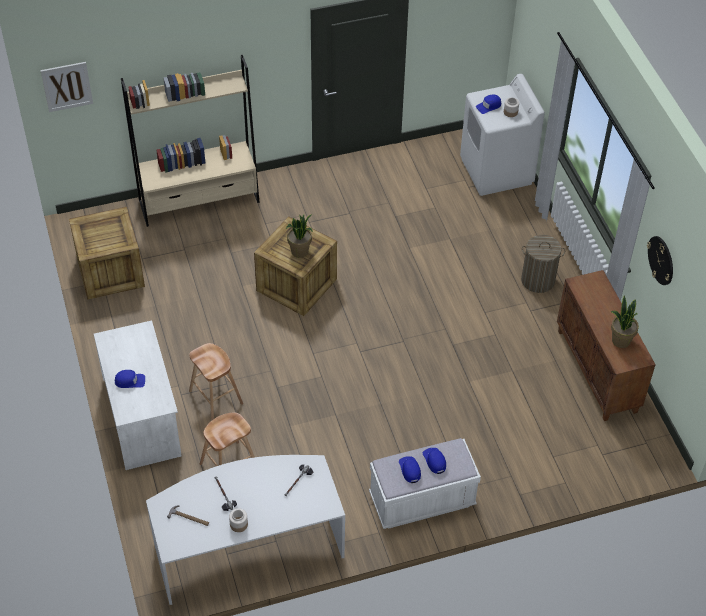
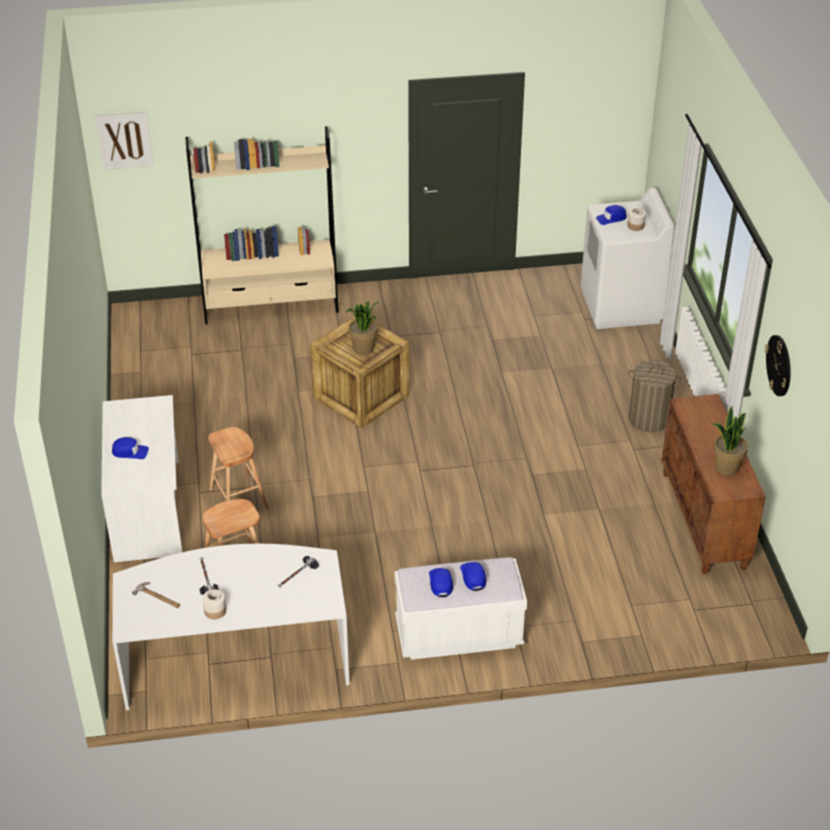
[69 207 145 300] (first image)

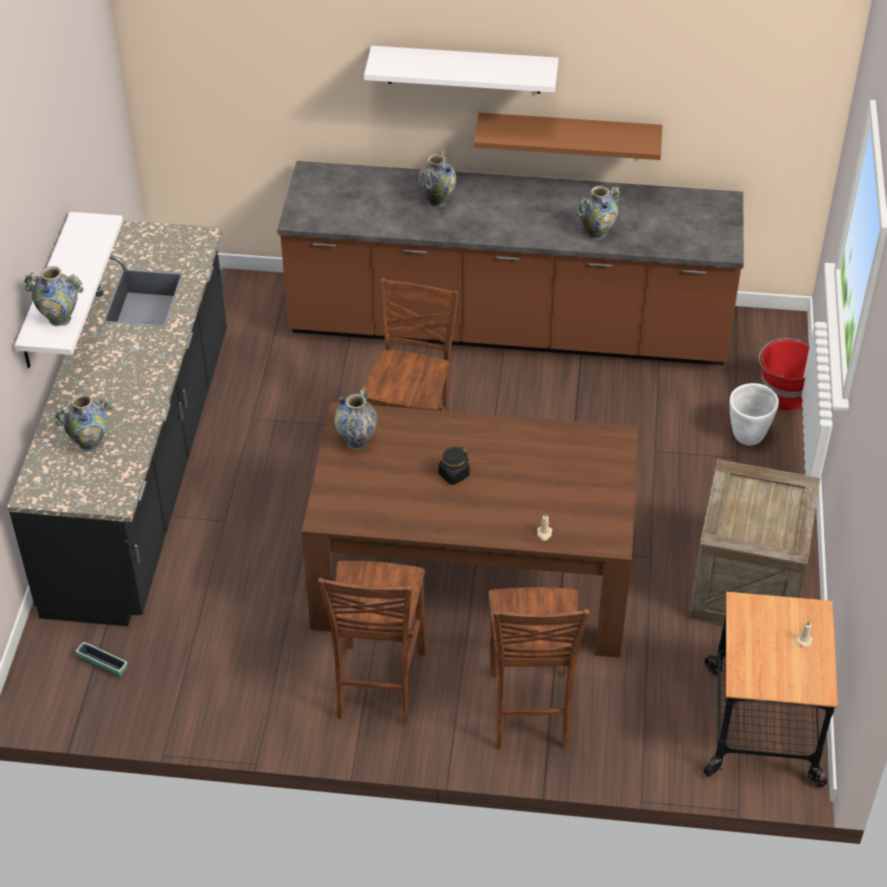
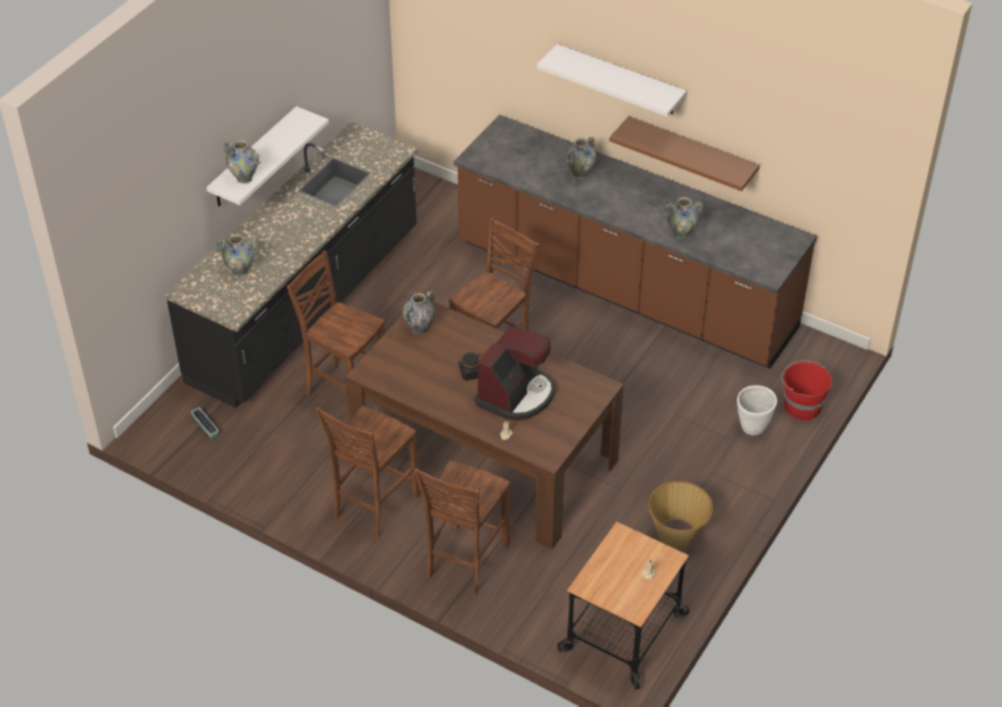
[287 250 385 396]
[475 327 555 421]
[649 481 713 549]

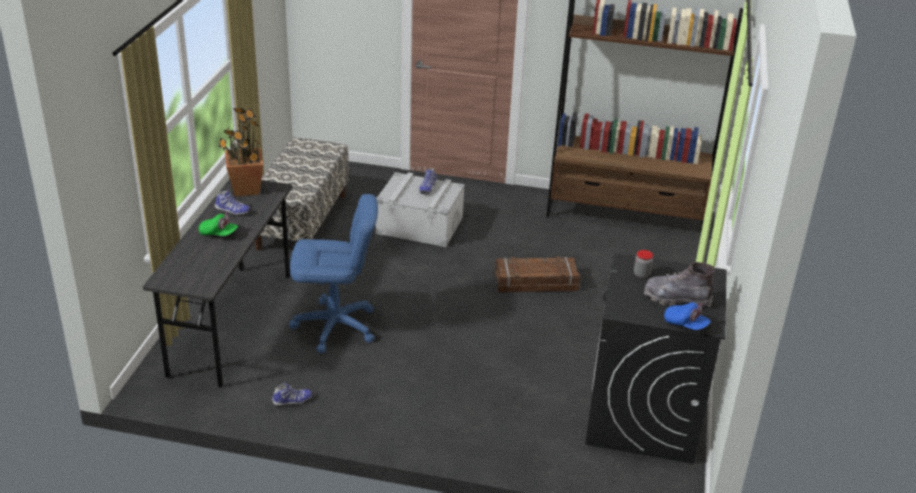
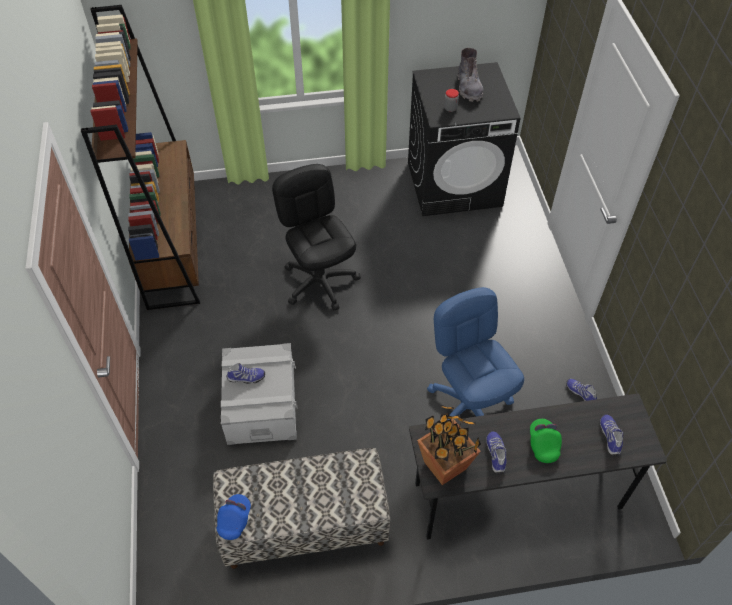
[600 414 623 456]
[217 494 251 540]
[272 164 361 311]

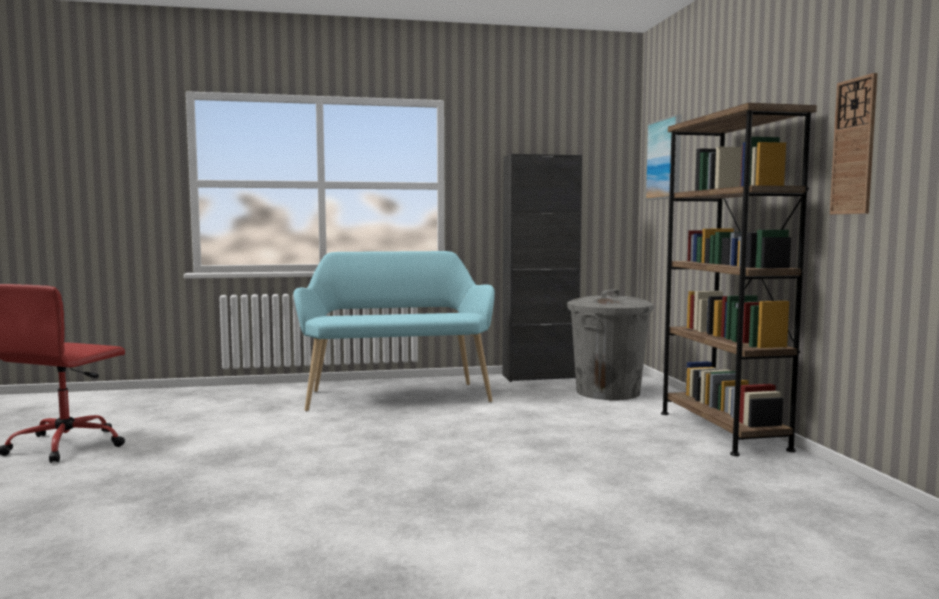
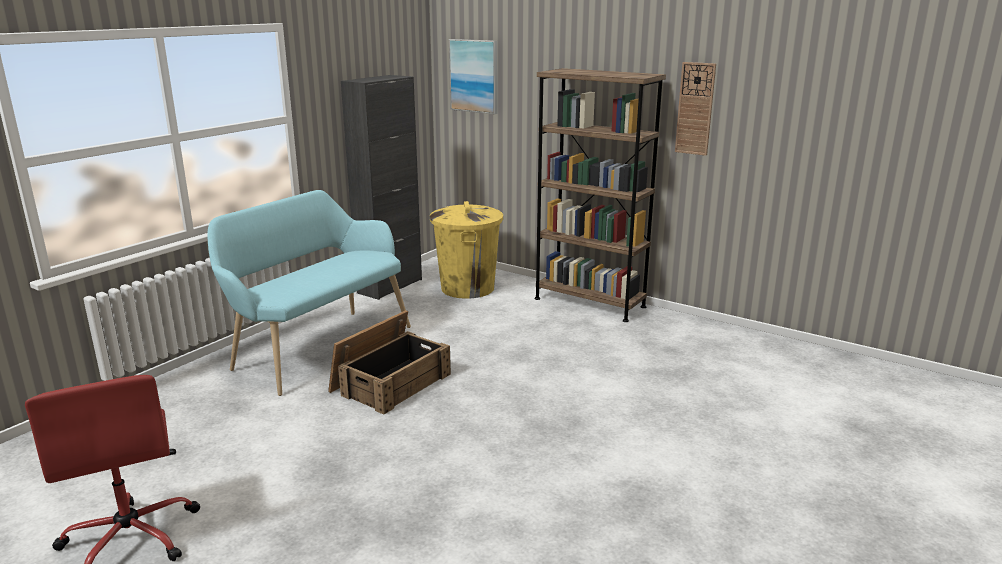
[328 310 451 415]
[430 201 503 298]

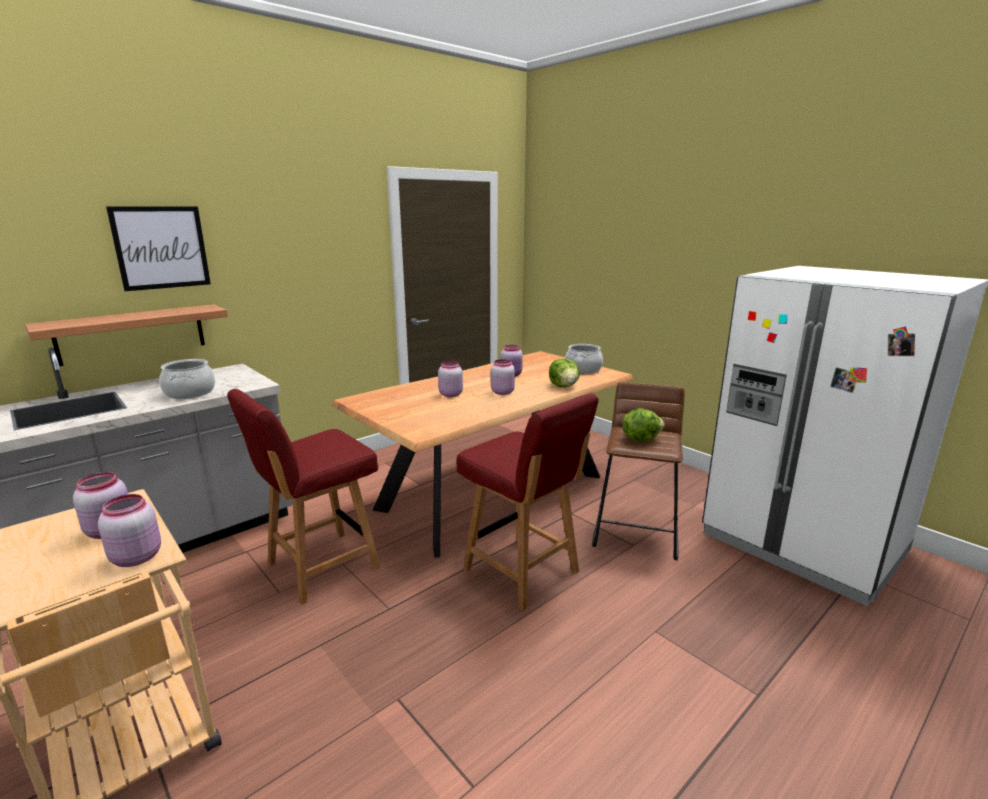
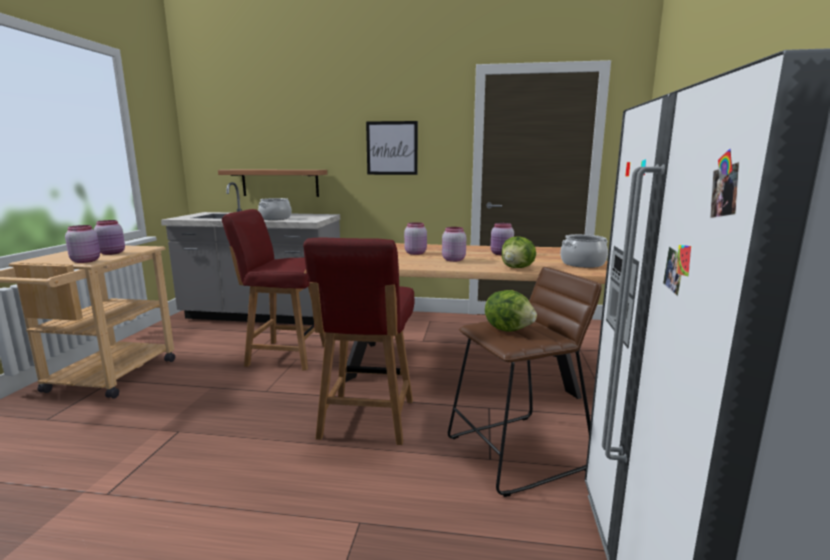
[366 121 418 175]

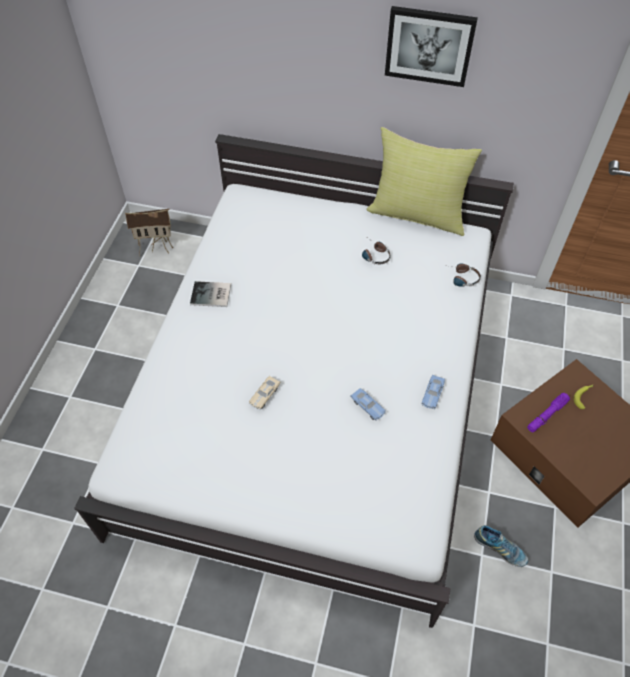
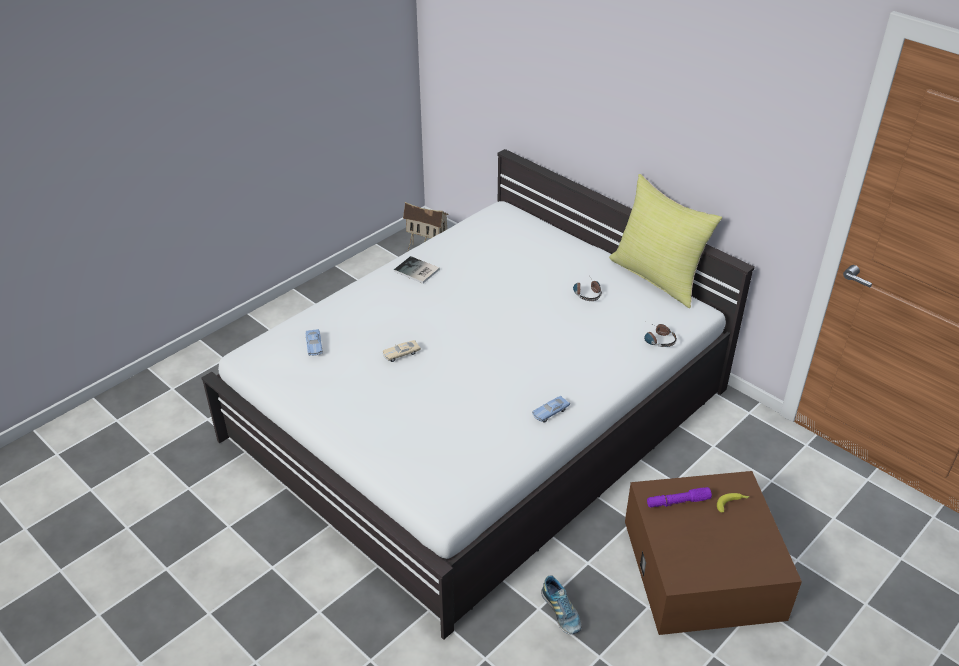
[385 6 478 87] (first image)
[306 329 322 356]

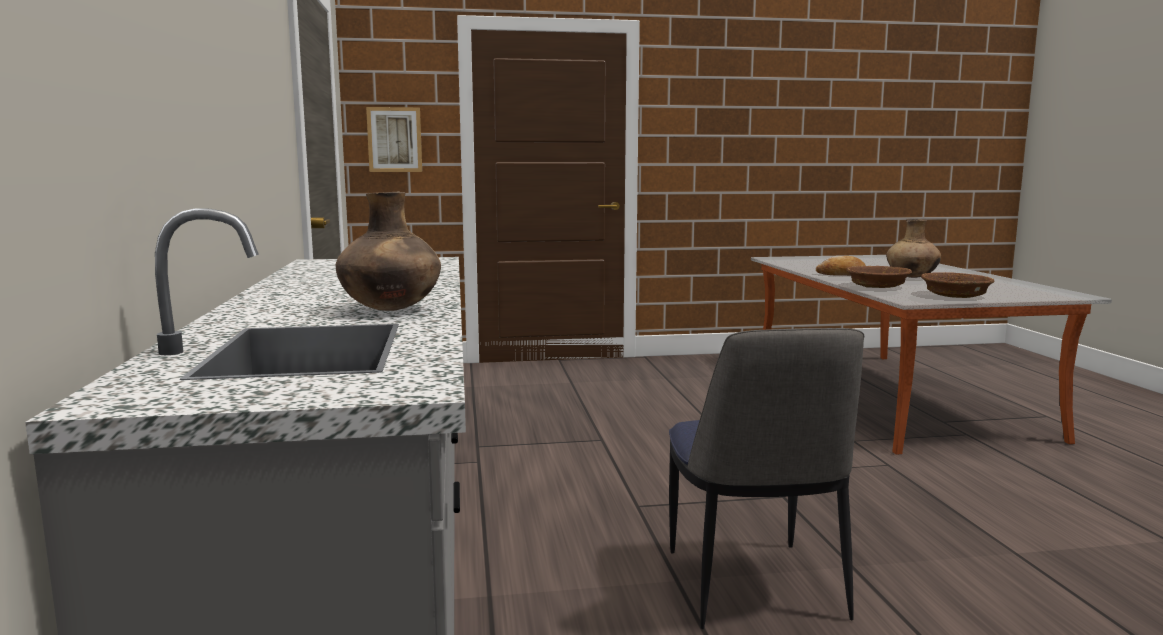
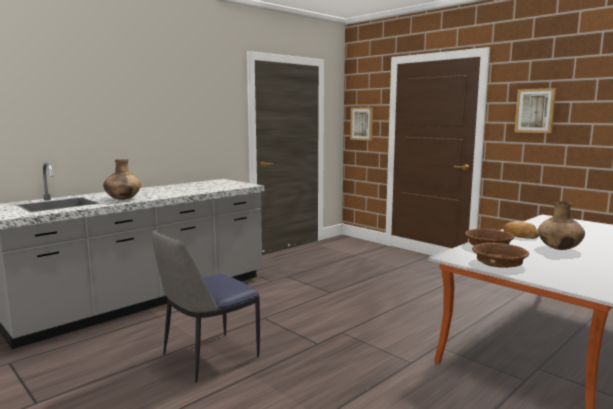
[514 88 556 133]

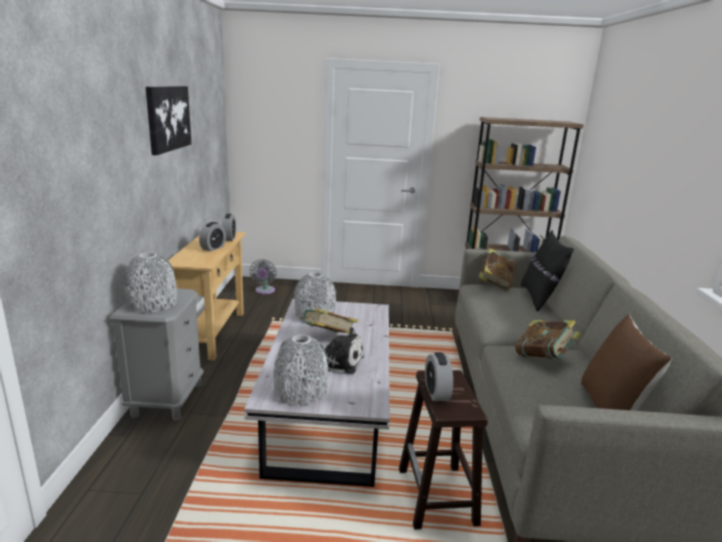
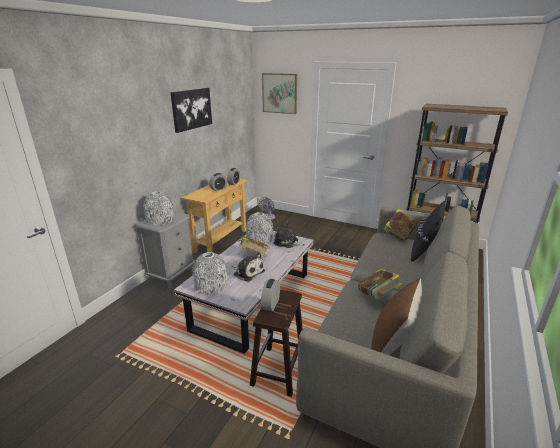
[262 73 297 114]
[273 221 305 248]

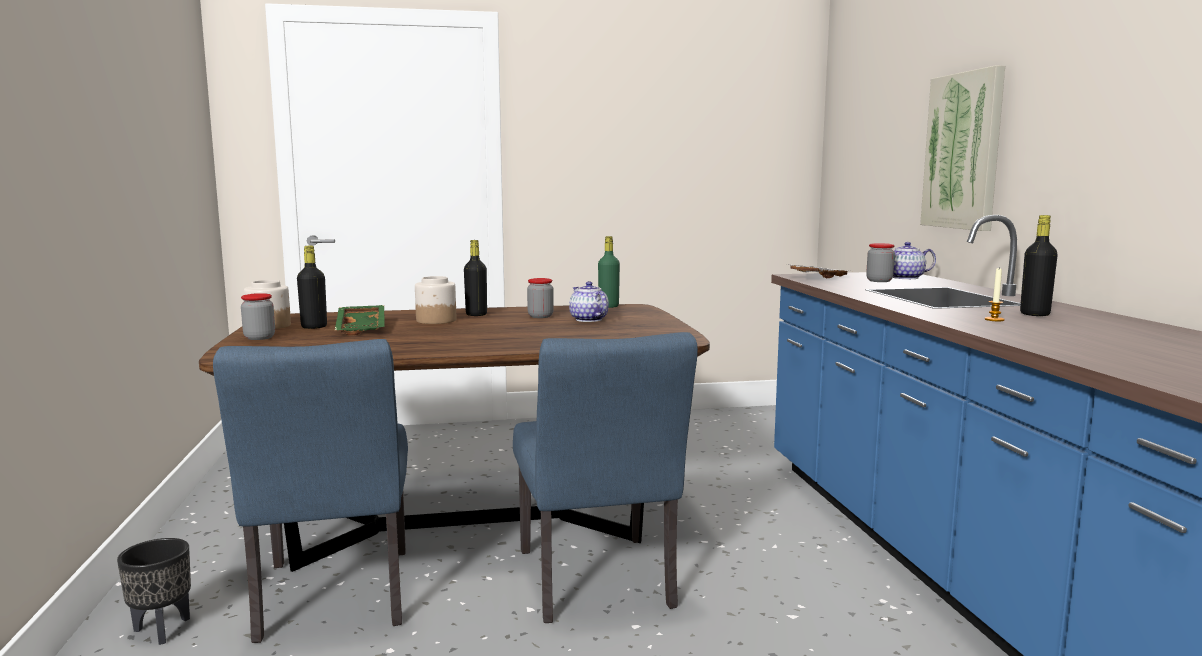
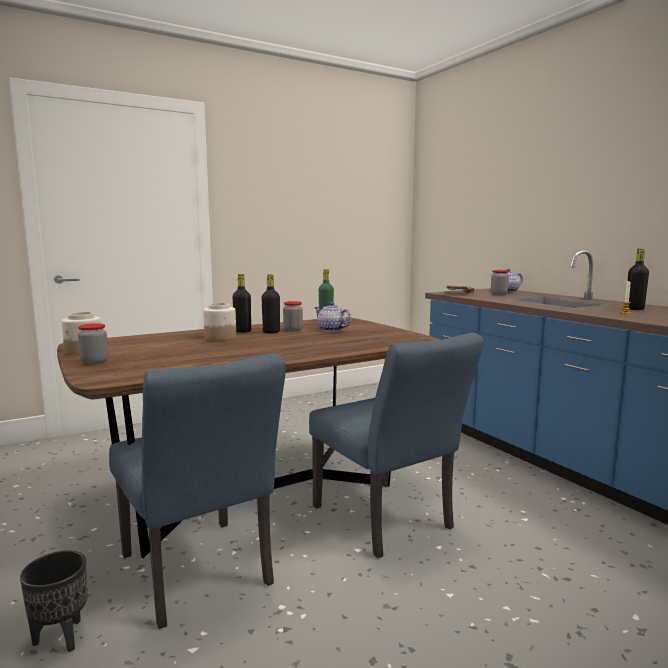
[335 305 384 335] (first image)
[920 65 1005 231] (first image)
[261 274 280 334]

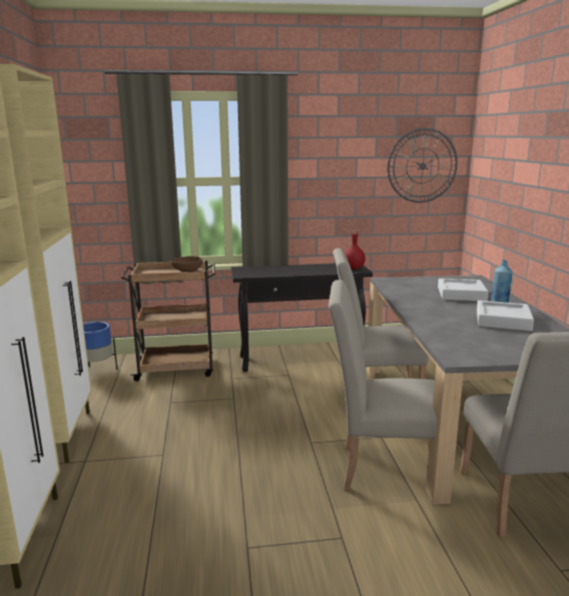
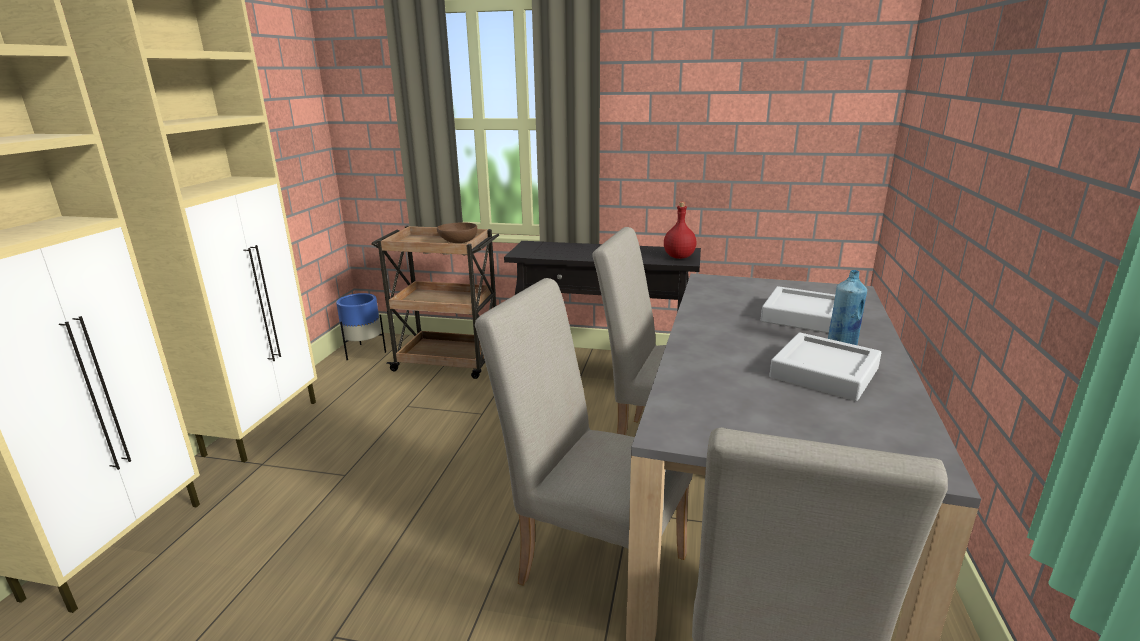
[387 128 458 203] (first image)

